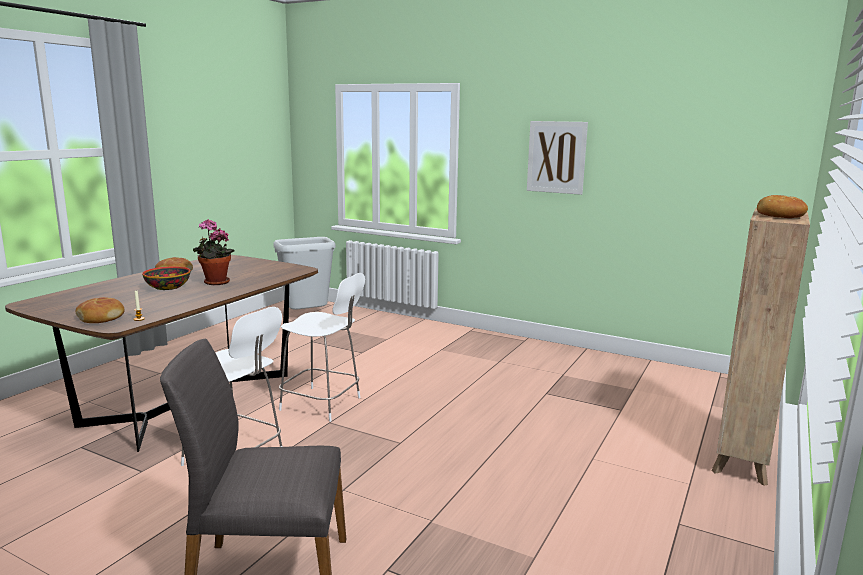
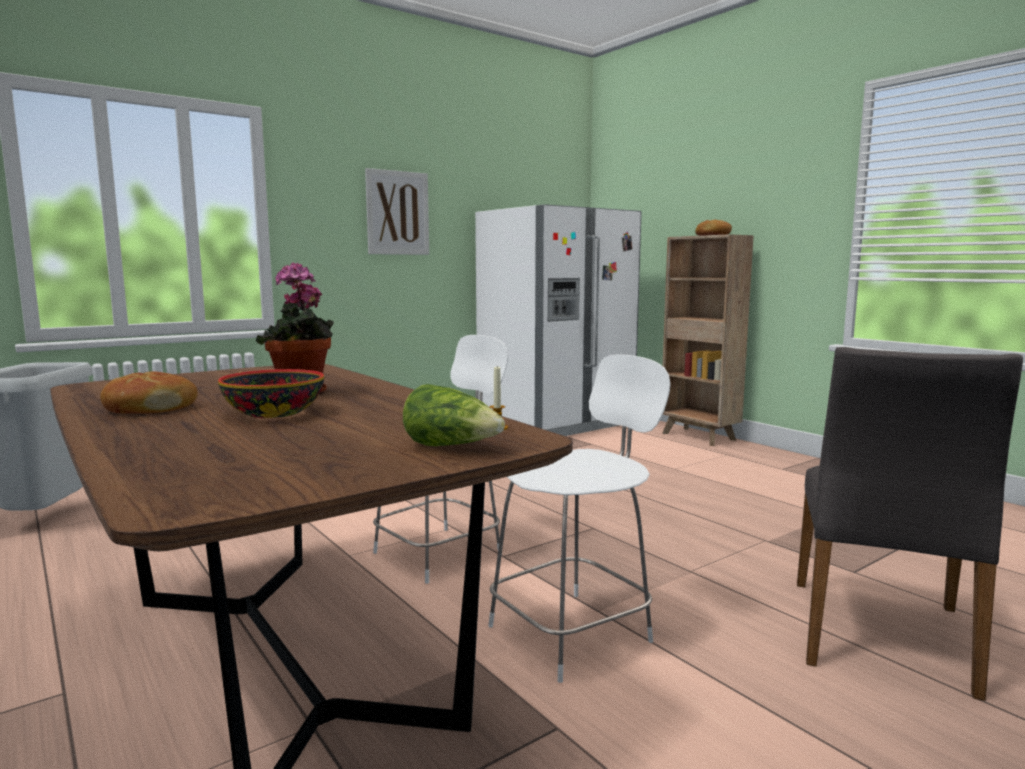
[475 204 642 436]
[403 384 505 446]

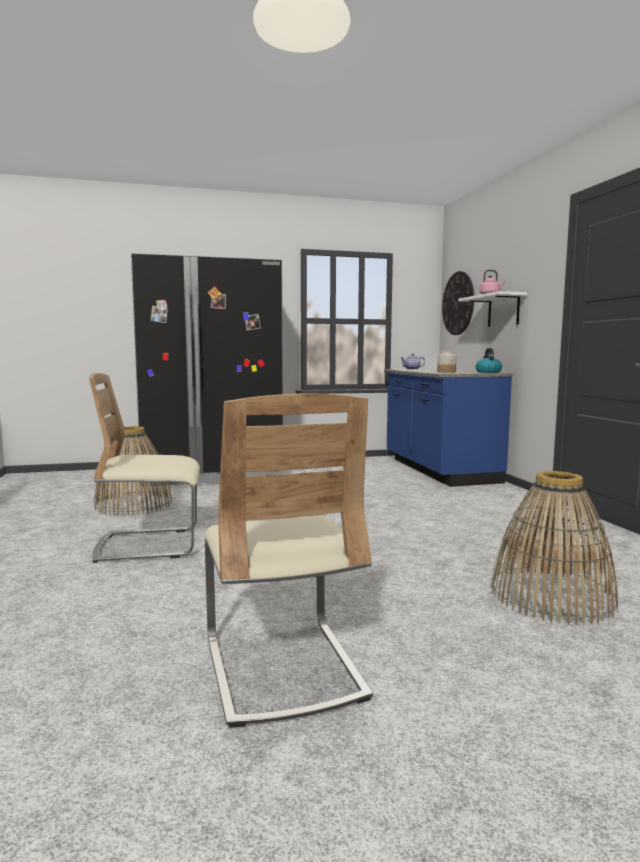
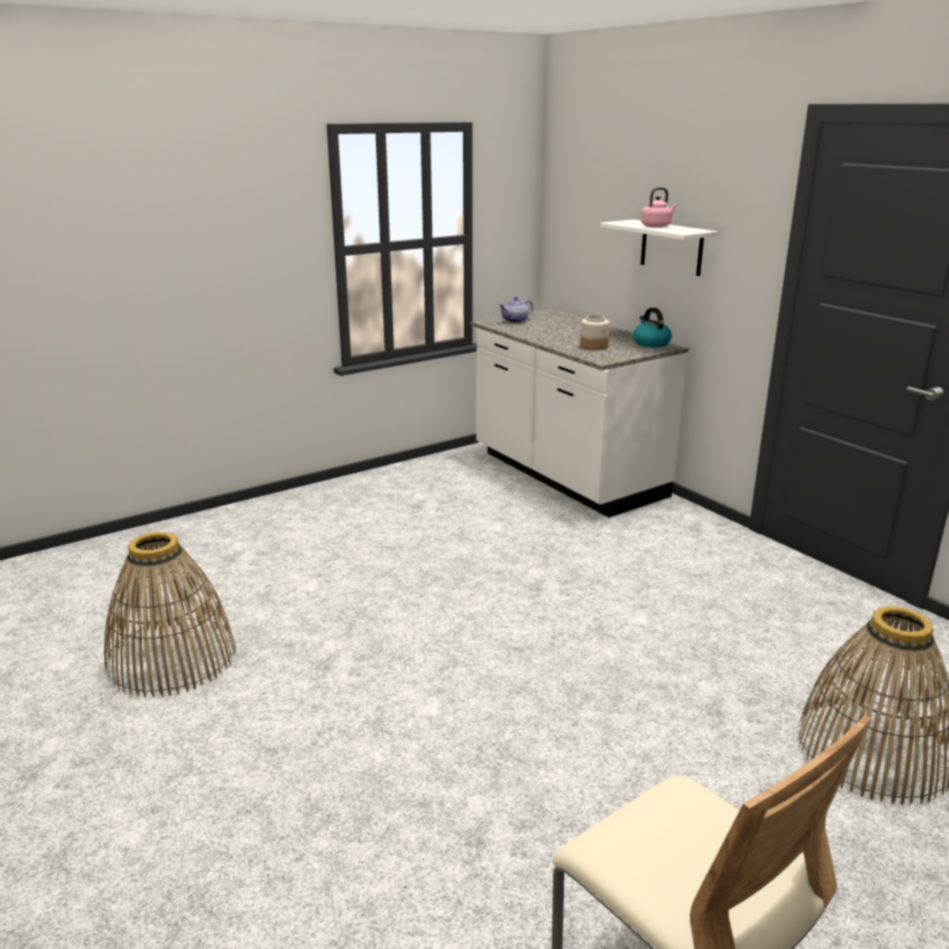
[89 373 200 563] (first image)
[131 253 283 486] (first image)
[442 271 474 335] (first image)
[471 309 689 518]

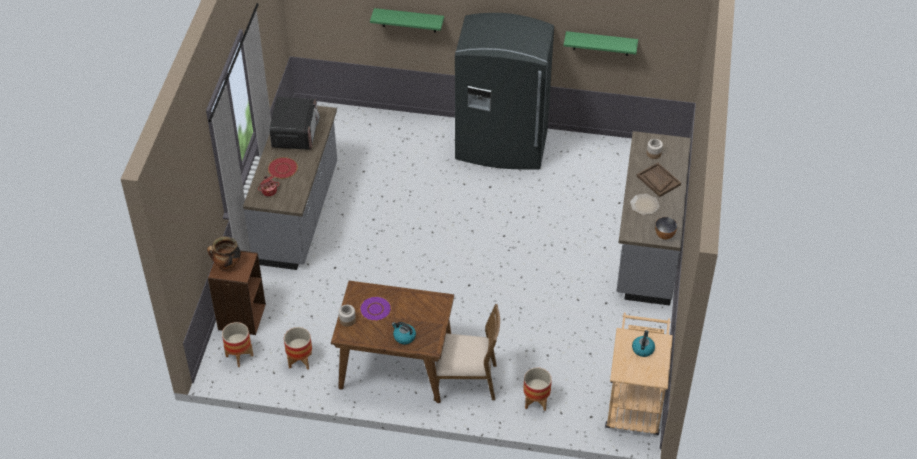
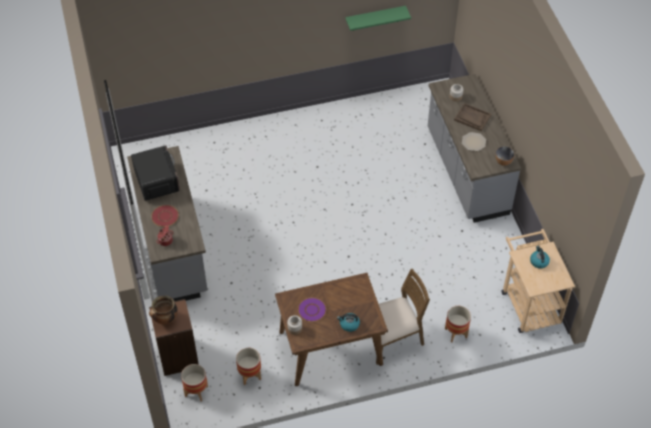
[370 8 444 33] (first image)
[455 13 554 170] (first image)

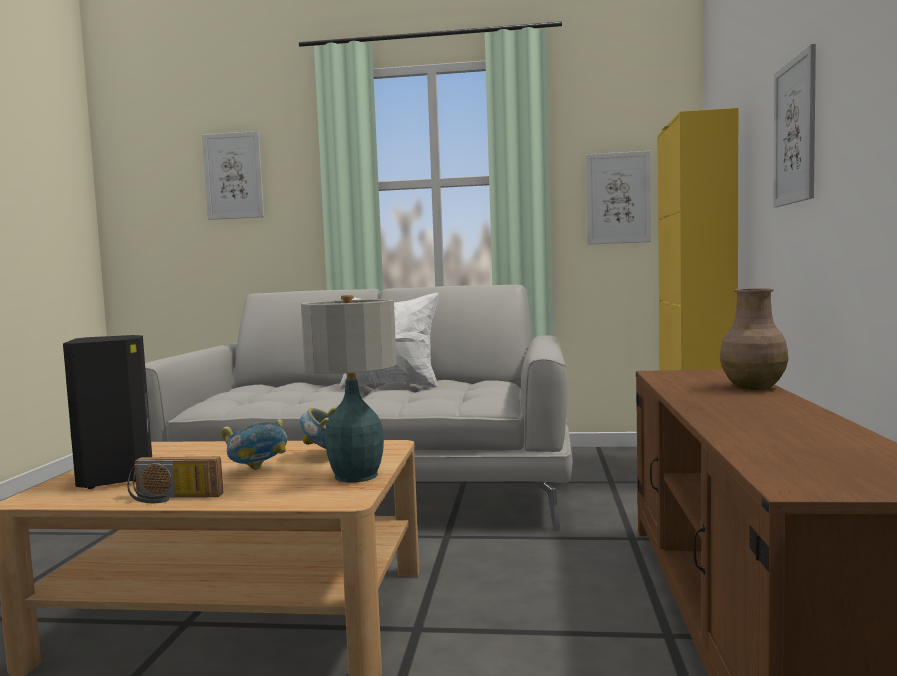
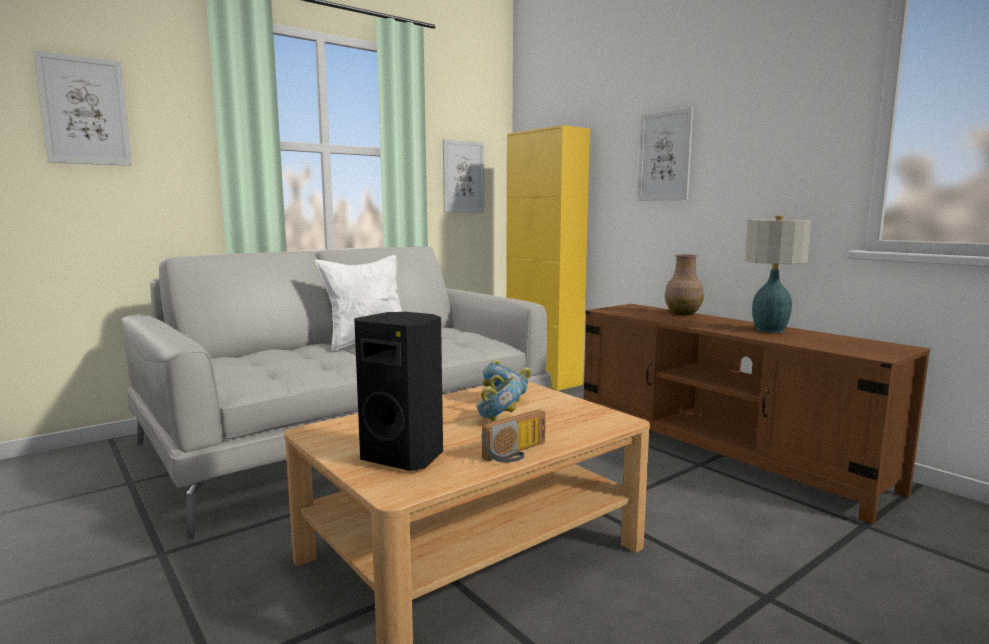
[745 216 811 333]

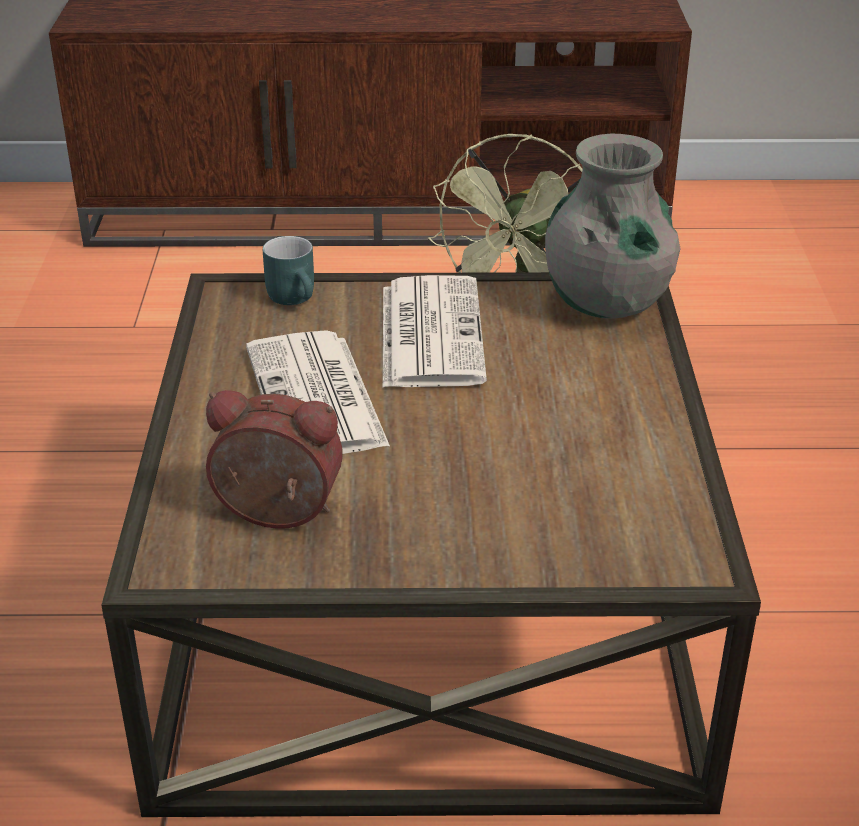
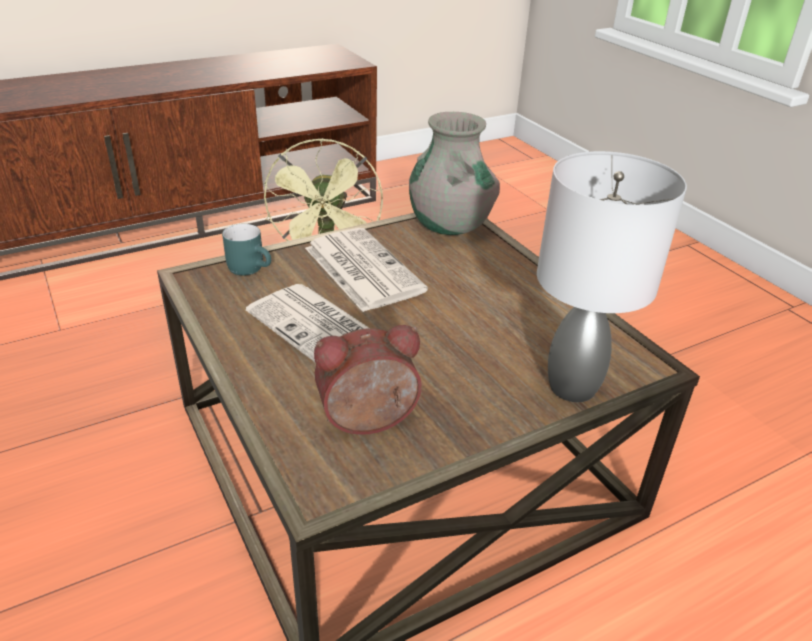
[537 151 687 402]

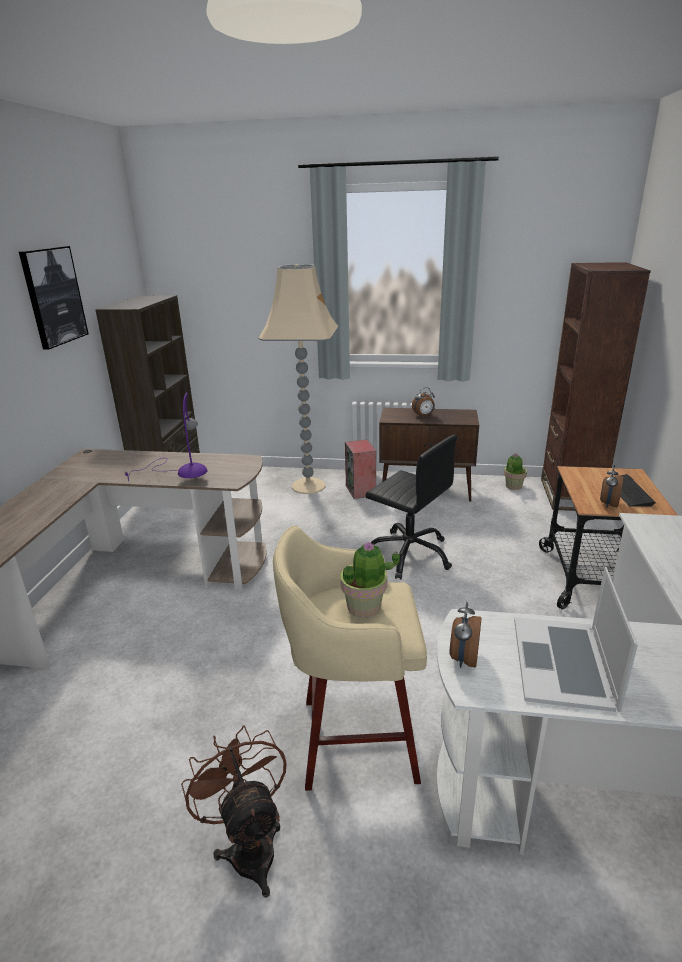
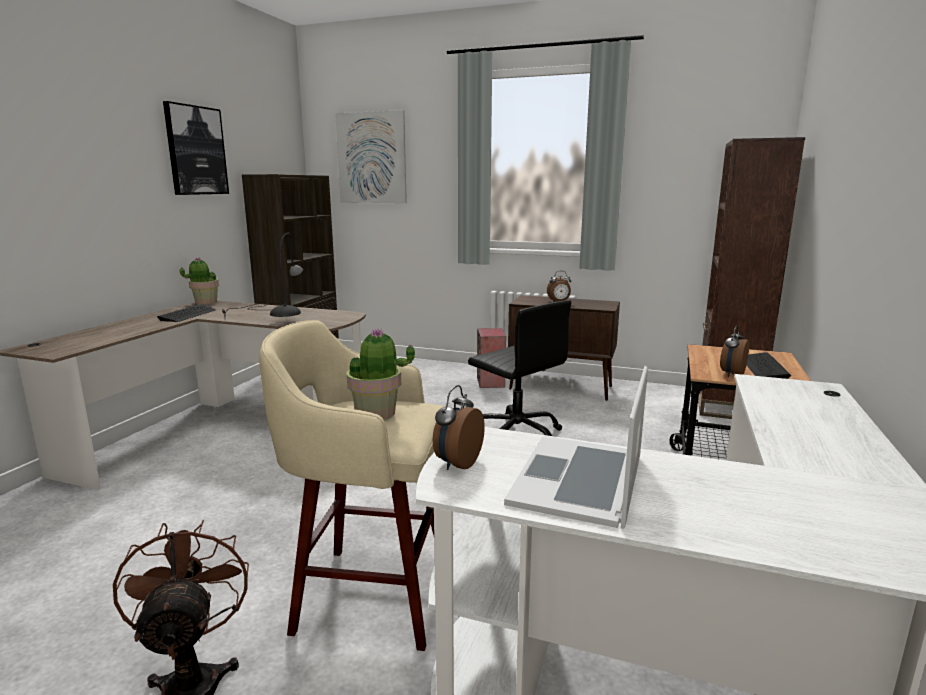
[259 264 339 494] (first image)
[157 304 216 322]
[335 110 407 203]
[180 258 219 304]
[222 232 303 317]

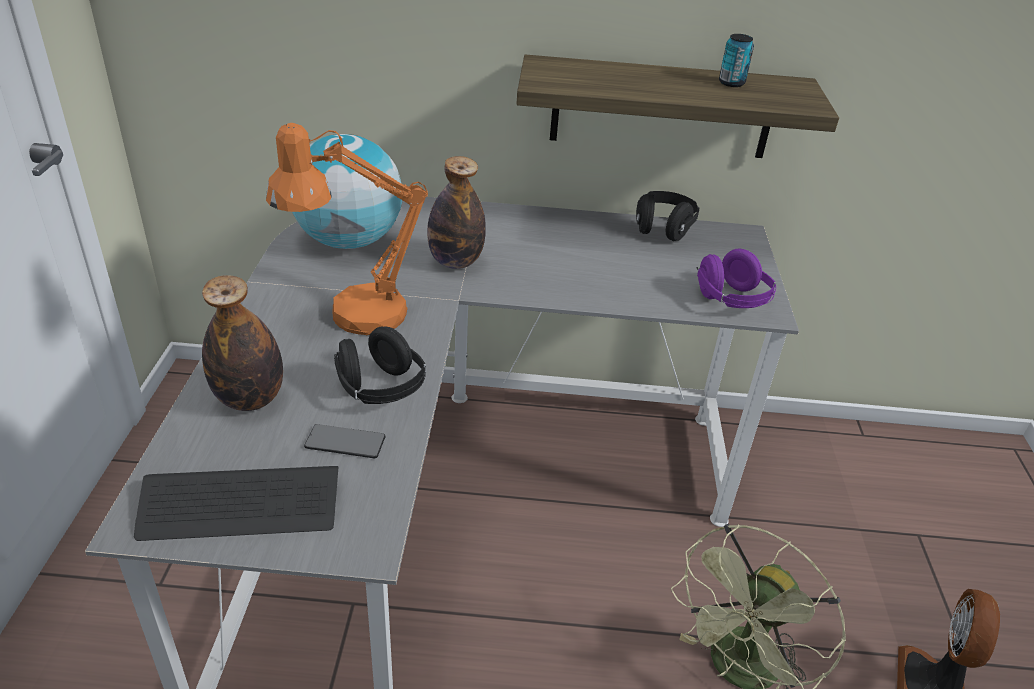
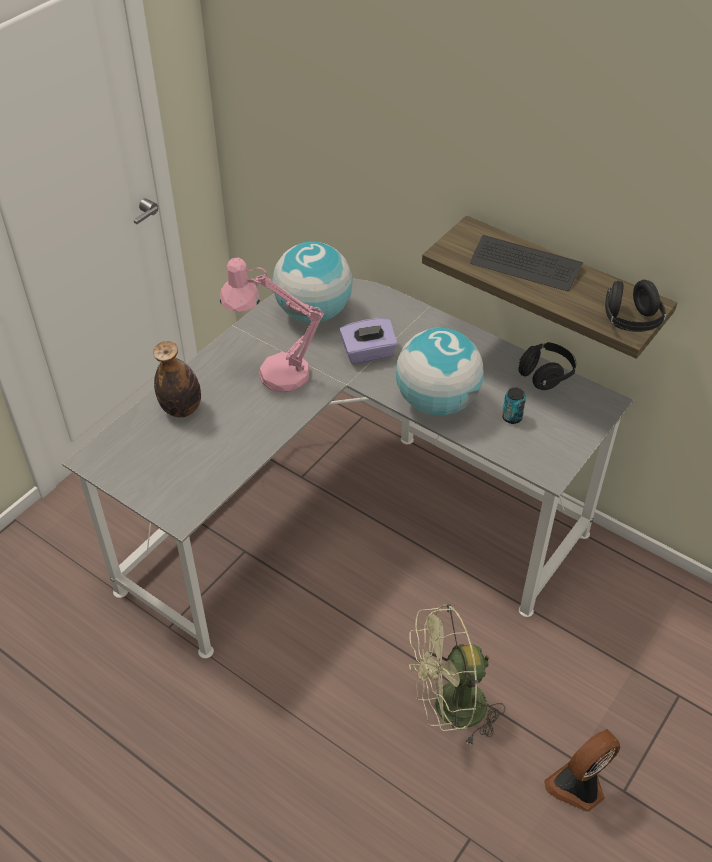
[304 424 386 458] (first image)
[697 249 776 308] (first image)
[396 328 484 416]
[470 235 583 291]
[605 280 666 332]
[502 388 526 424]
[339 318 398 364]
[220 257 324 393]

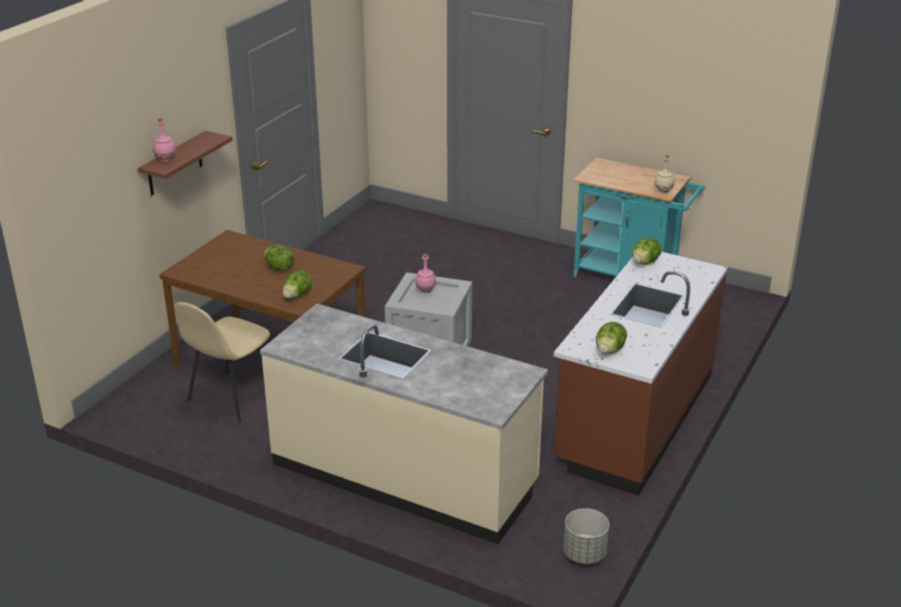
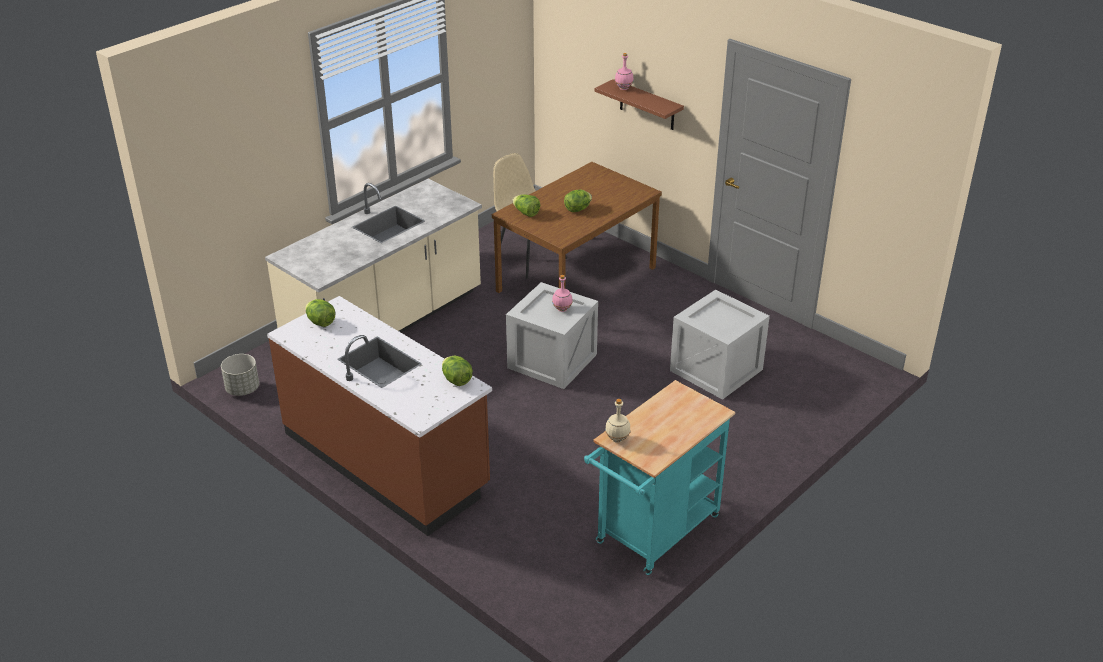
[670 290 770 400]

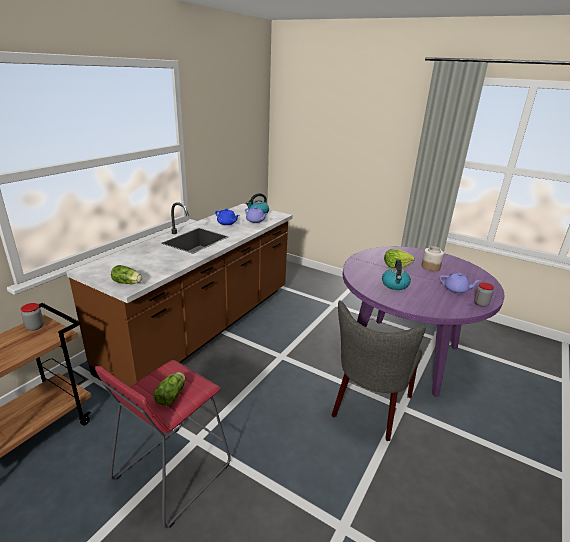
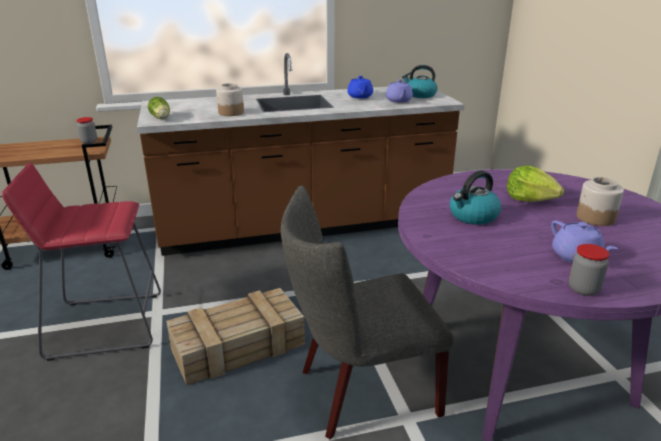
[153 372 185 406] (first image)
[166 288 305 386]
[216 83 244 116]

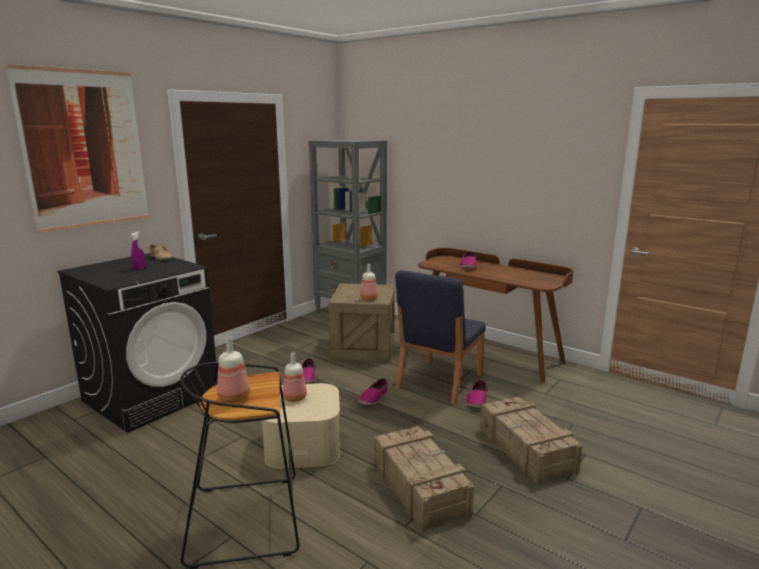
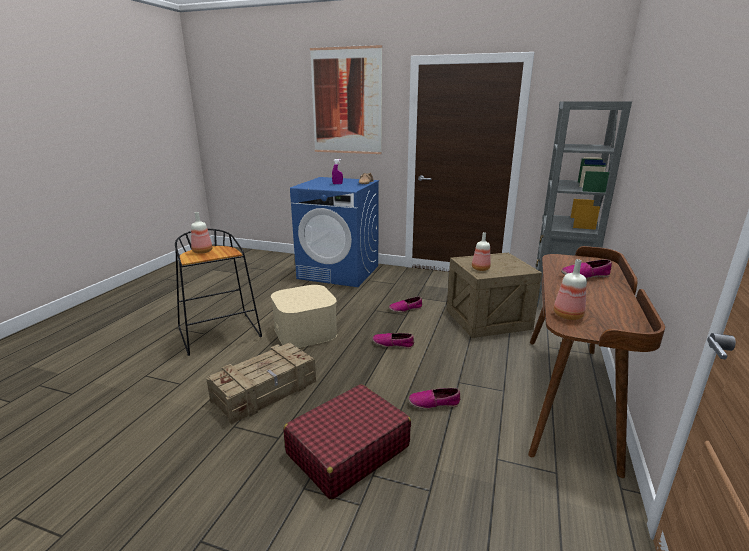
[395 270 486 404] (first image)
[553 259 587 320]
[284 384 411 500]
[290 177 379 287]

